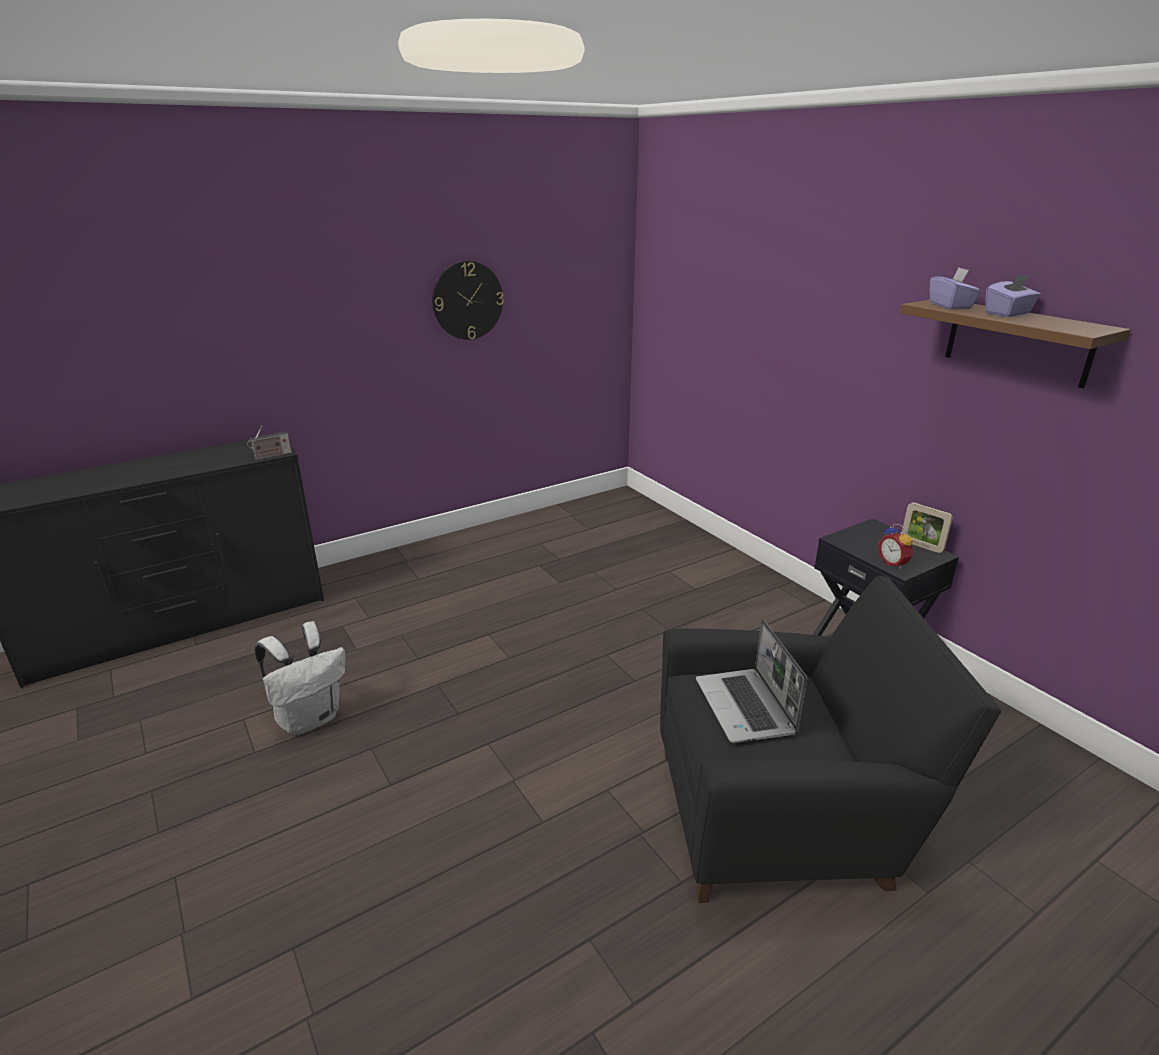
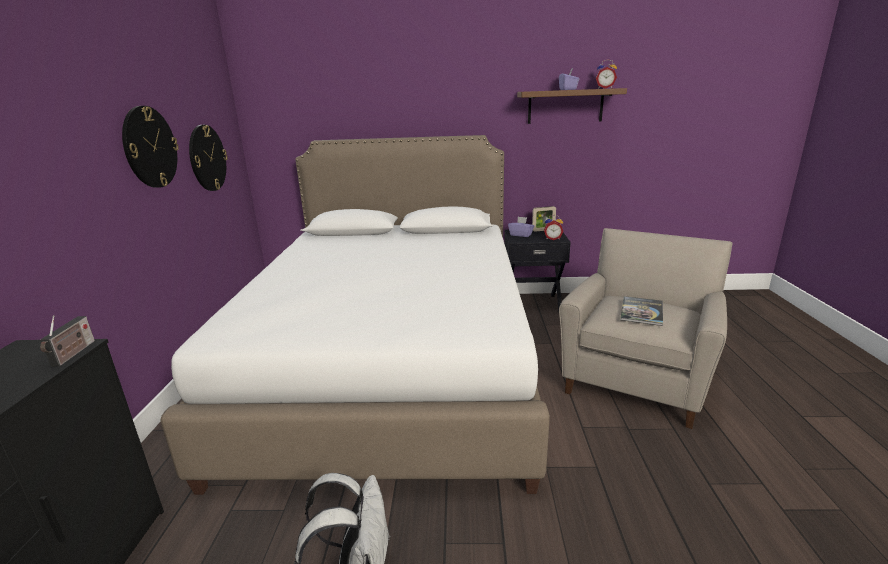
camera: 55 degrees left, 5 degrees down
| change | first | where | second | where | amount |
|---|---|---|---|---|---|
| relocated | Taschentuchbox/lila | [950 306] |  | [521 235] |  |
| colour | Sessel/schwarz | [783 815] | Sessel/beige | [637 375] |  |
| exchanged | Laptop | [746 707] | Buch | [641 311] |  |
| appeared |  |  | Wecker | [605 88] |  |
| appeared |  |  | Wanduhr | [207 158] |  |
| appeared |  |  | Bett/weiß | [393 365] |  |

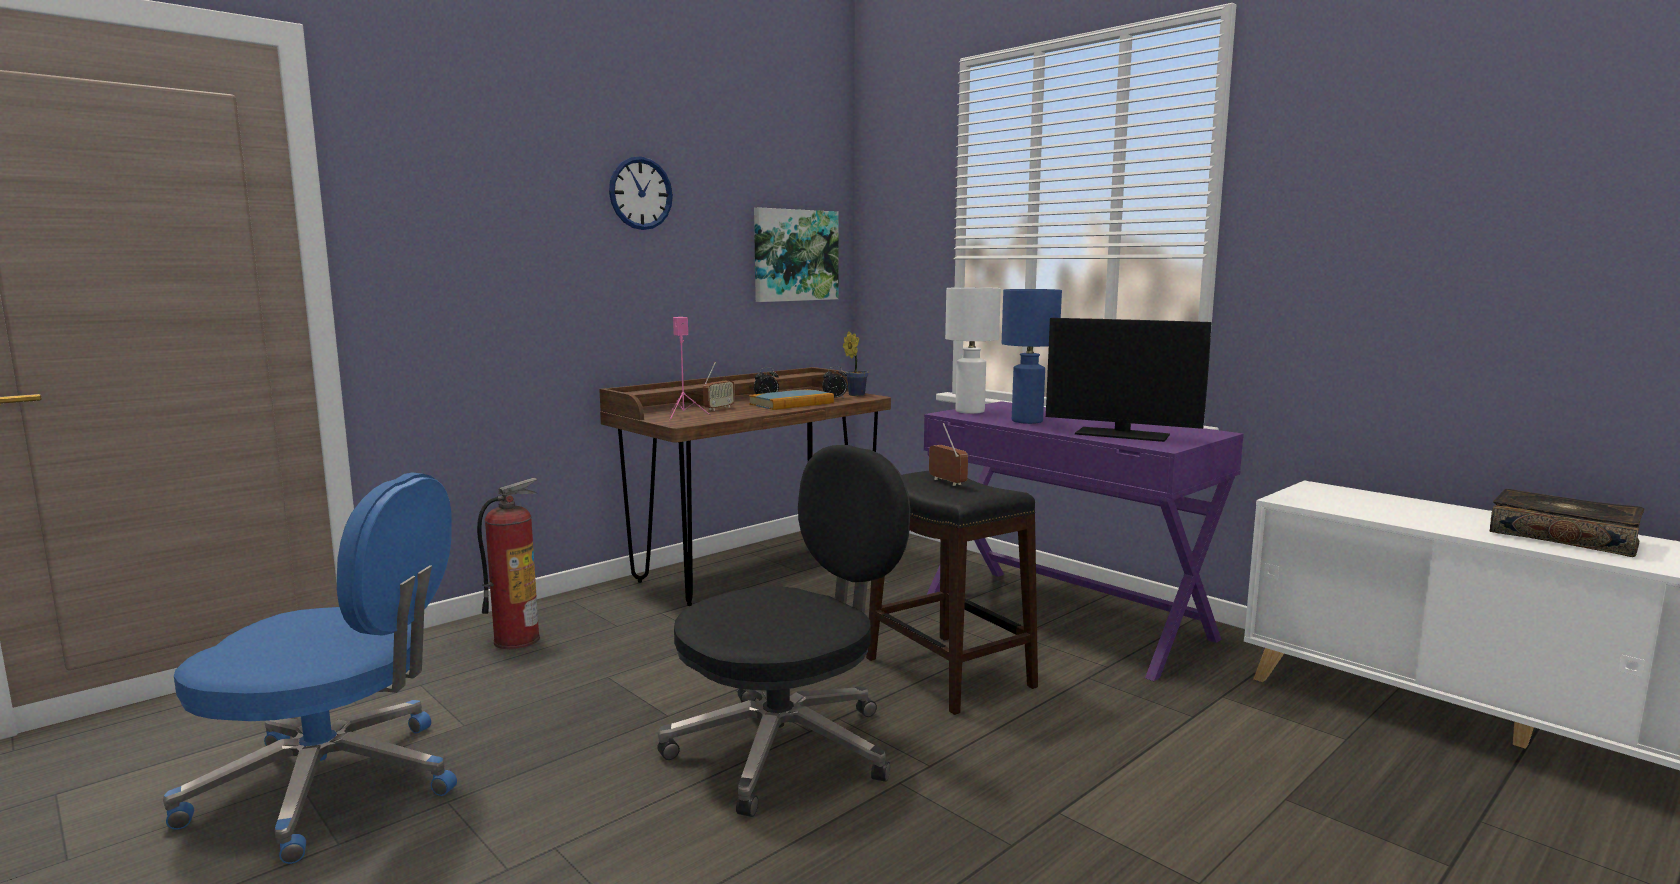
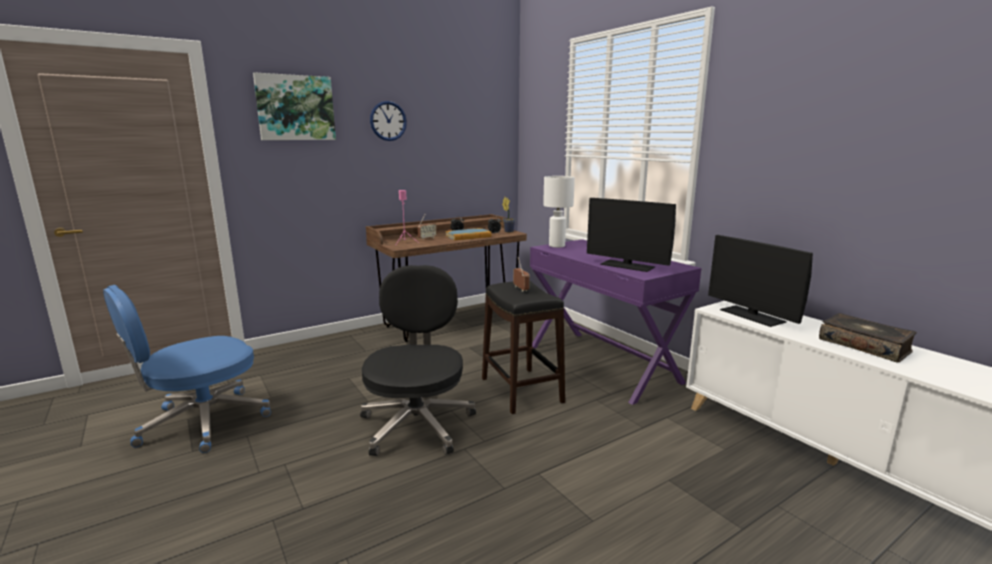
camera: 10 degrees right, 5 degrees up
| change | first | where | second | where | amount |
|---|---|---|---|---|---|
| relocated | Bild | [795 255] |  | [295 108] |  |
| missing | Tischlampe/blau | [1027 421] |  |  |  |
| spun | Bürostuhl/schwarz | [787 747] |  | [417 424] | 60 degrees counterclockwise |
| spun | Bürostuhl/blau | [334 786] |  | [202 422] | 120 degrees clockwise |
| missing | Feuerlöscher | [517 640] |  |  |  |
| appeared |  |  | Monitor | [752 316] |  |

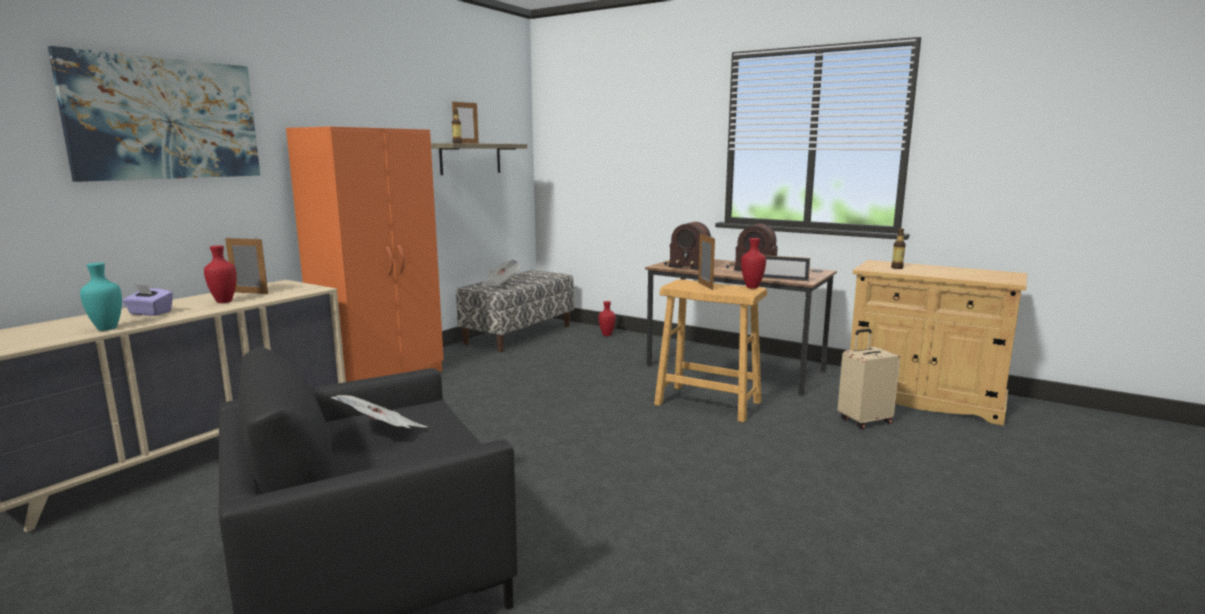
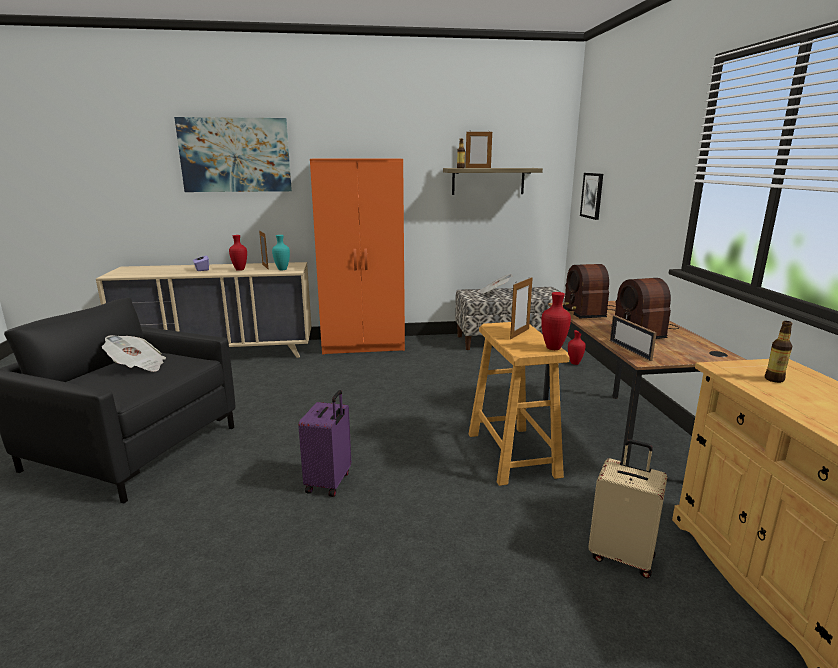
camera: 50 degrees right, 5 degrees up
| change | first | where | second | where | amount |
|---|---|---|---|---|---|
| relocated | Vase/türkis | [108 328] |  | [283 269] |  |
| appeared |  |  | Bild | [592 195] |  |
| appeared |  |  | Koffer/lila | [329 482] |  |

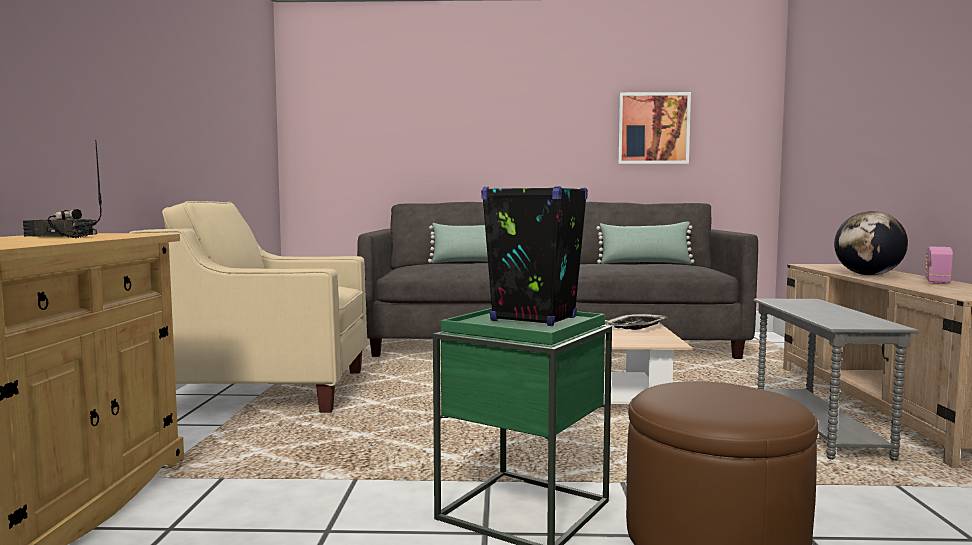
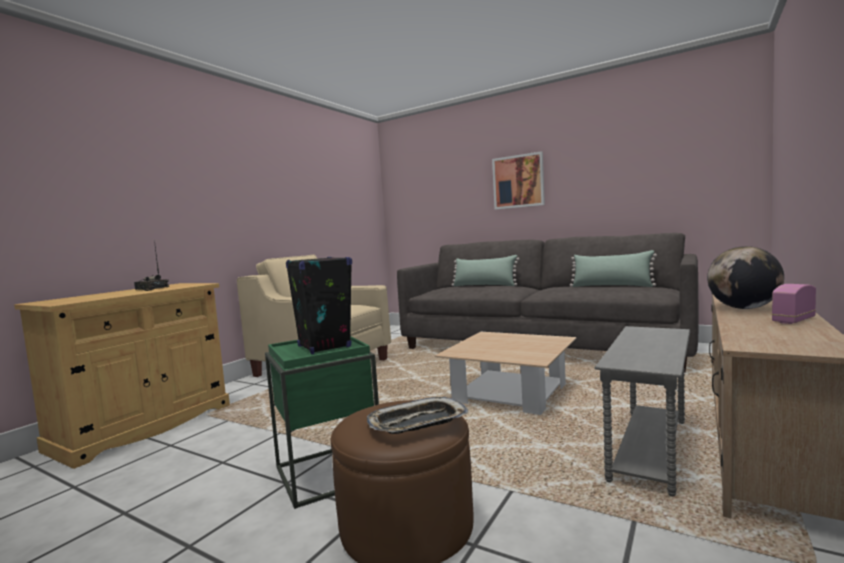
camera: 30 degrees right, 0 degrees up
| change | first | where | second | where | amount |
|---|---|---|---|---|---|
| relocated | Bild | [653 128] |  | [518 181] |  |
| relocated | Tablett | [636 326] |  | [417 423] |  |

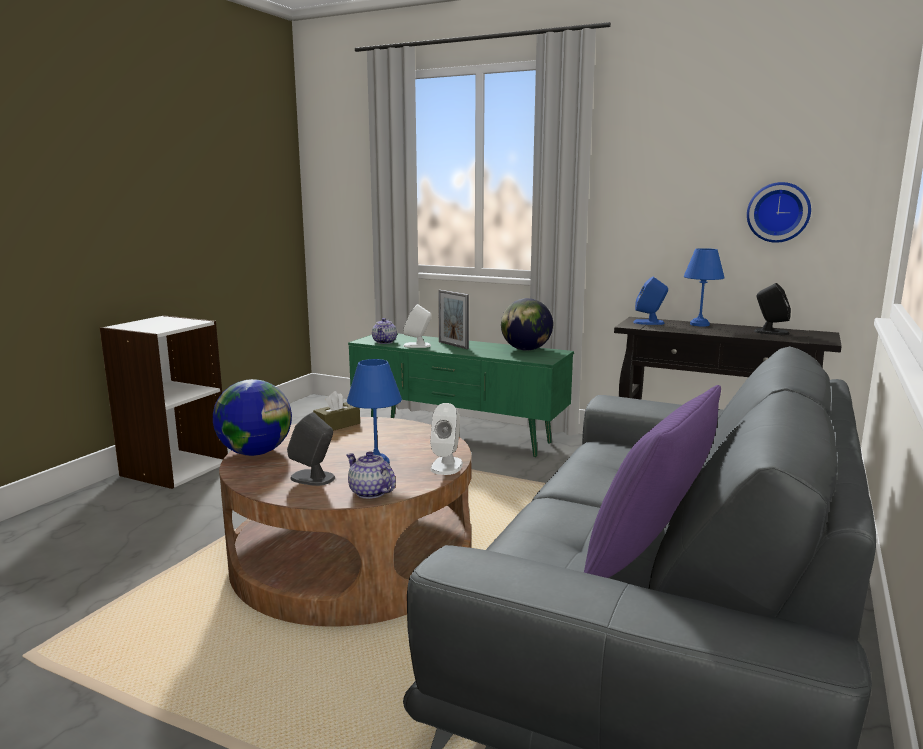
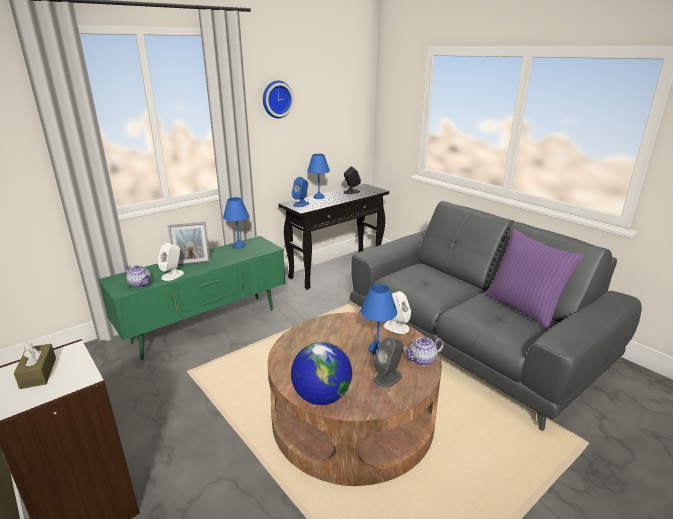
camera: 65 degrees left, 10 degrees up
| change | first | where | second | where | amount |
|---|---|---|---|---|---|
| relocated | Wanduhr | [778 212] |  | [276 99] |  |
| exchanged | Globus | [525 349] | Tischlampe/blau | [239 246] |  |
| relocated | Taschentuchbox/braun | [337 425] |  | [38 373] |  |

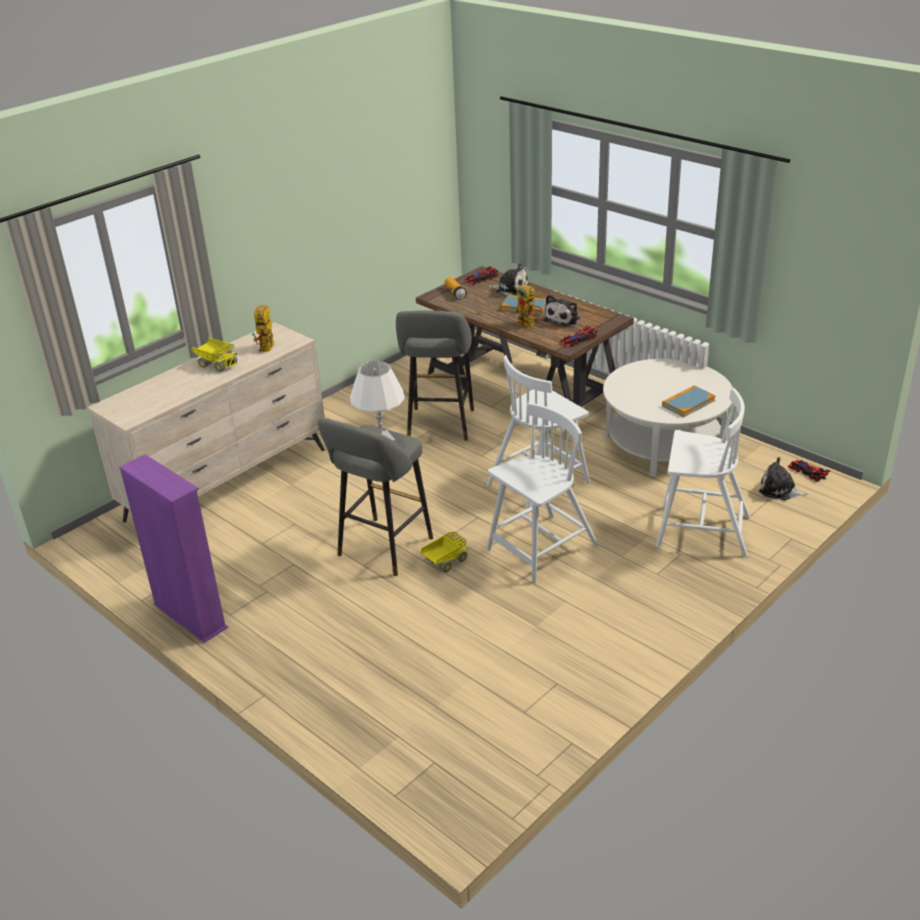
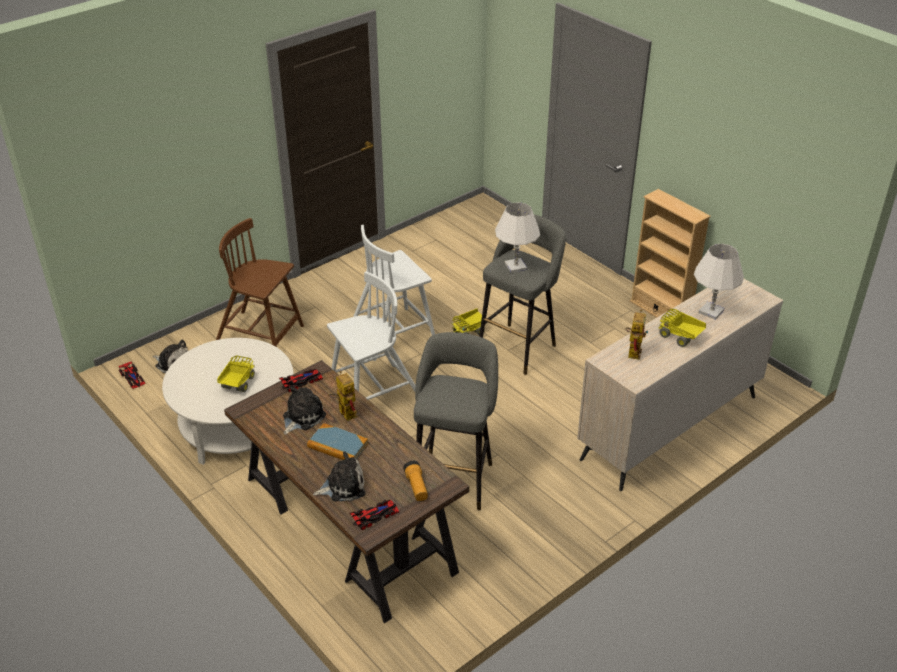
camera: 175 degrees left, 5 degrees up
| change | first | where | second | where | amount |
|---|---|---|---|---|---|
| spun | Plüschtier | [510 288] |  | [343 486] | 135 degrees clockwise |
| missing | Buch | [688 403] |  |  |  |
| colour | Stuhl/weiß | [701 531] | Stuhl/braun | [261 335] |  |
| colour | Bücherregal/lila | [190 616] | Bücherregal/beige | [660 311] |  |
| appeared |  |  | Tischlampe/weiß | [711 311] |  |
| appeared |  |  | Spielzeuglaster | [238 384] |  |

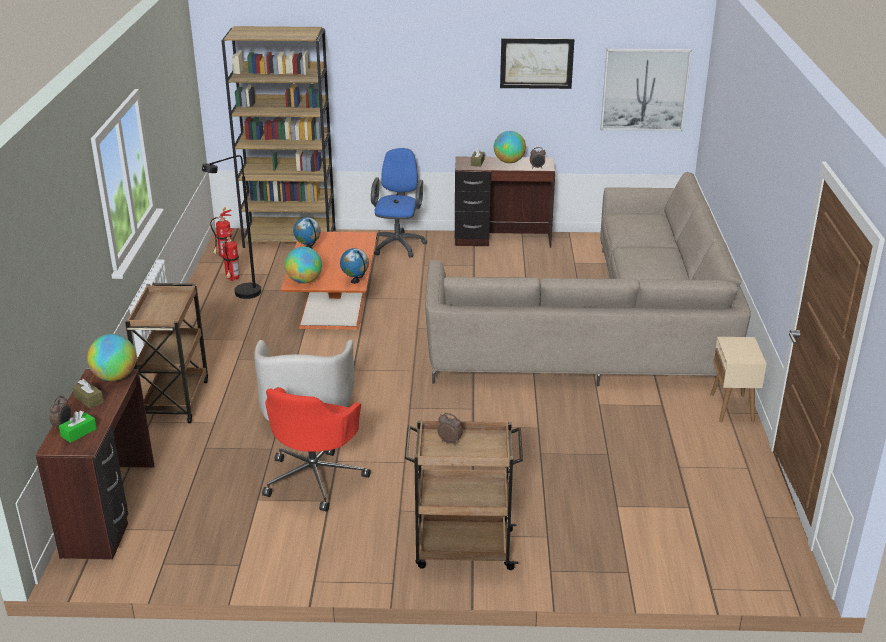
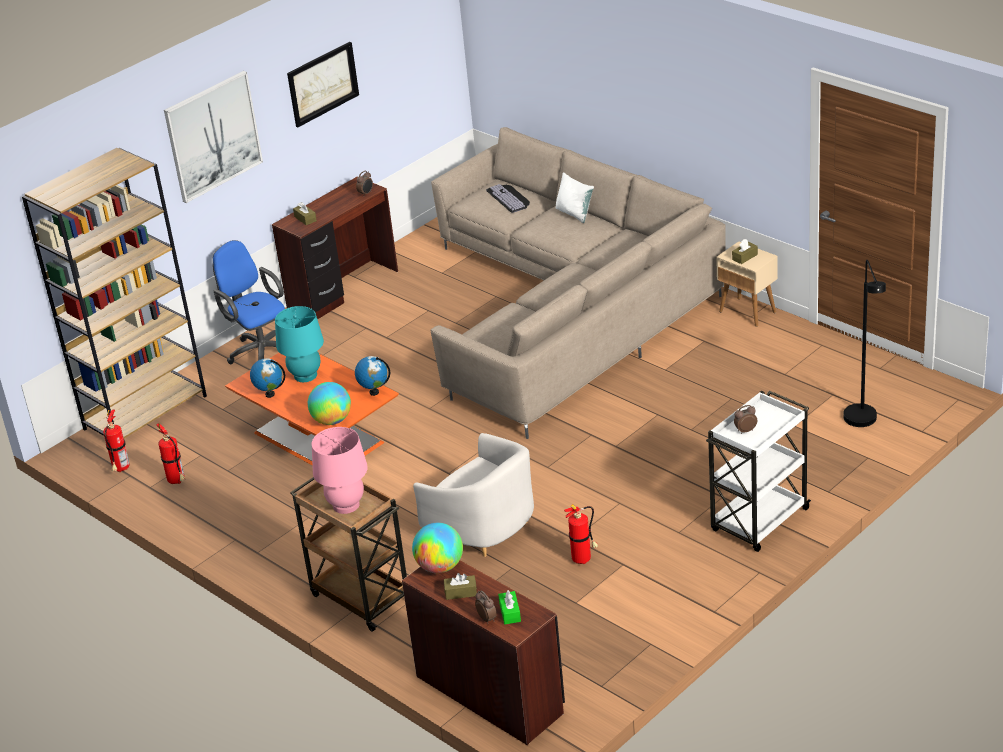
camera: 45 degrees left, 5 degrees up
| change | first | where | second | where | amount |
|---|---|---|---|---|---|
| relocated | Bild | [644 89] |  | [213 136] |  |
| missing | Globus | [509 162] |  |  |  |
| relocated | Stehlampe/schwarz | [242 295] |  | [863 423] |  |
| exchanged | Bürostuhl/rot | [315 478] | Feuerlöscher | [583 559] |  |
| colour | Rollwagen/braun | [462 549] | Rollwagen/weiß | [759 521] |  |
| appeared |  |  | Kissen/weiß | [574 214] |  |
| appeared |  |  | Tastatur | [510 198] |  |
| appeared |  |  | Taschentuchbox/braun | [744 257] |  |
| appeared |  |  | Tischlampe/türkis | [305 375] |  |
| appeared |  |  | Tischlampe/rosa | [346 505] |  |

